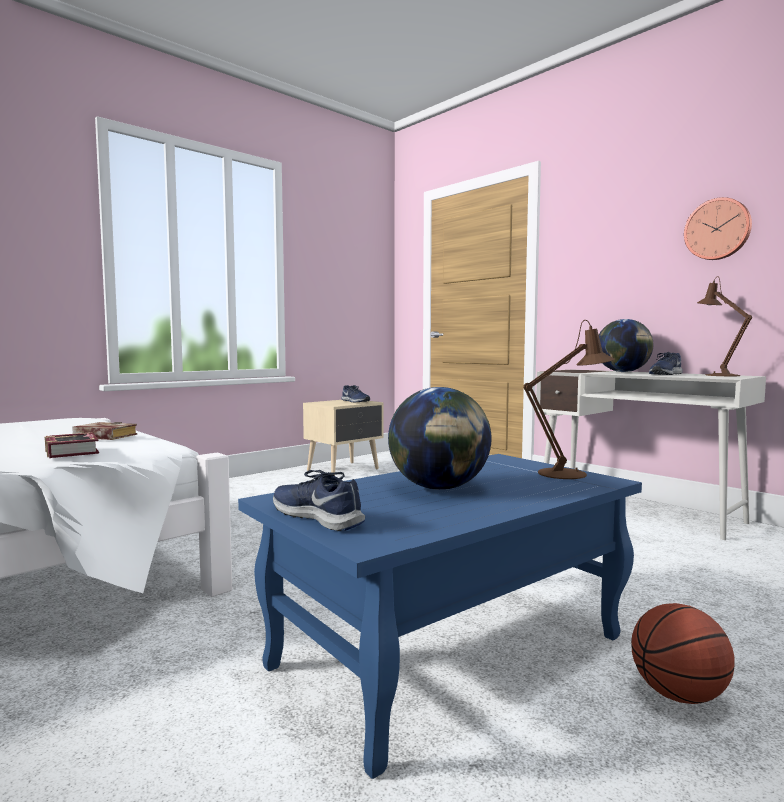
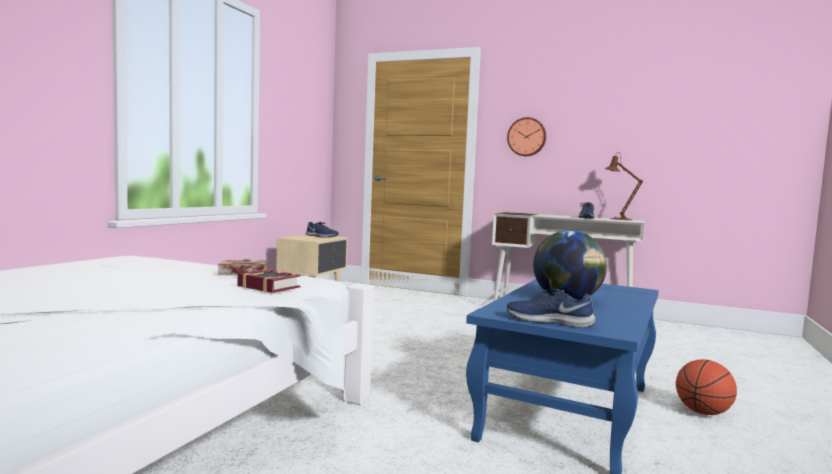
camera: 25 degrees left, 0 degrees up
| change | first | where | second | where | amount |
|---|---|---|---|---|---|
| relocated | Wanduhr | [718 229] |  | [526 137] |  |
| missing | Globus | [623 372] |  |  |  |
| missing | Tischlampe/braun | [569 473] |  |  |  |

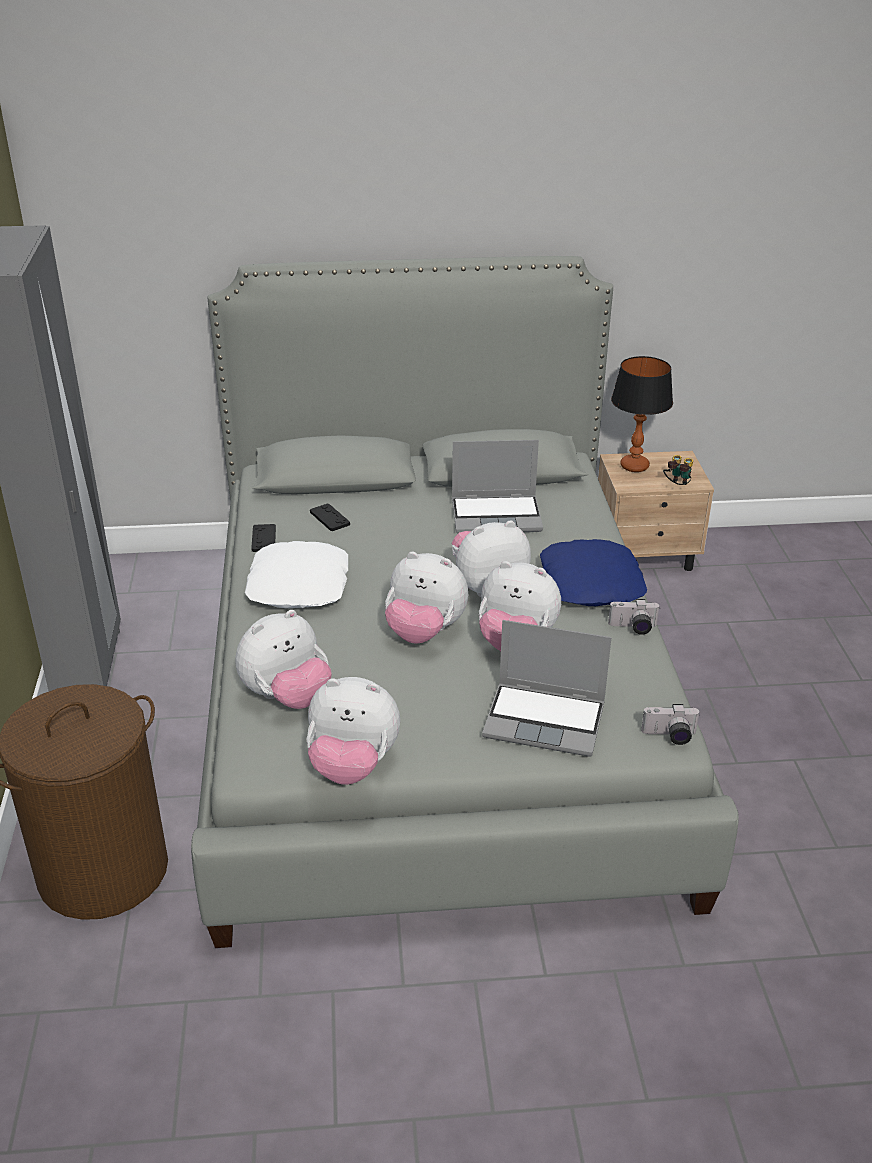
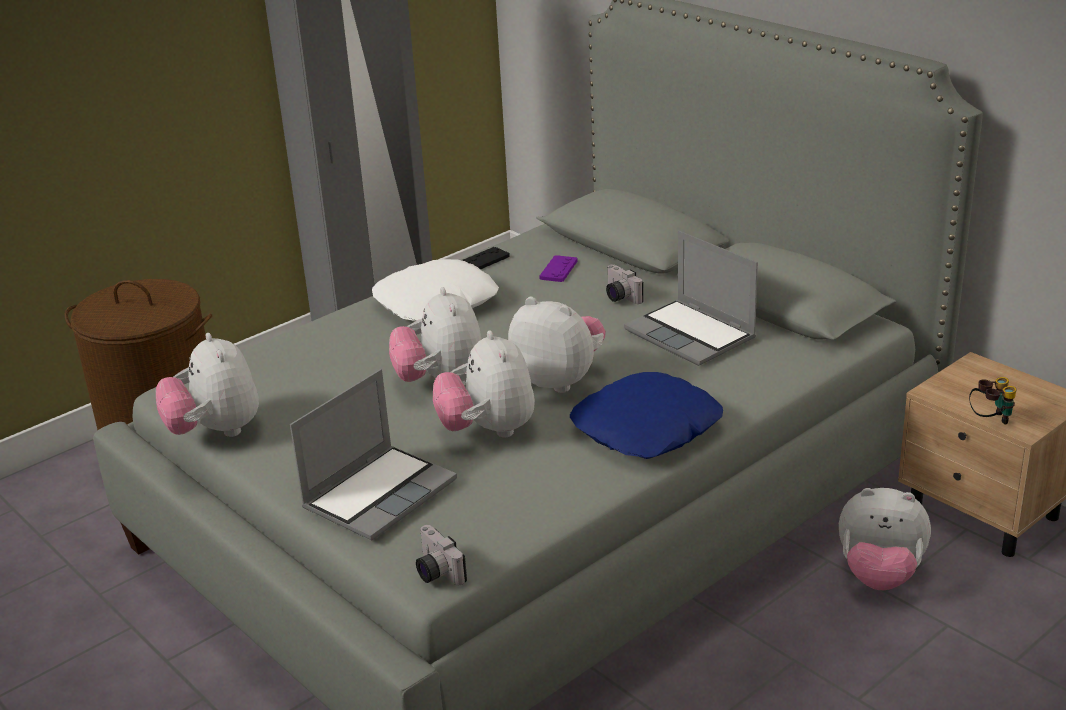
camera: 55 degrees right, 5 degrees down
| change | first | where | second | where | amount |
|---|---|---|---|---|---|
| missing | Tischlampe | [634 466] |  |  |  |
| colour | Gamepad/schwarz | [329 518] | Gamepad/lila | [558 270] |  |
| relocated | Kamera | [633 628] |  | [619 297] |  |
| relocated | Plüschtier | [287 697] |  | [879 575] |  |
| spun | Laptop | [546 720] |  | [380 493] | 120 degrees counterclockwise |

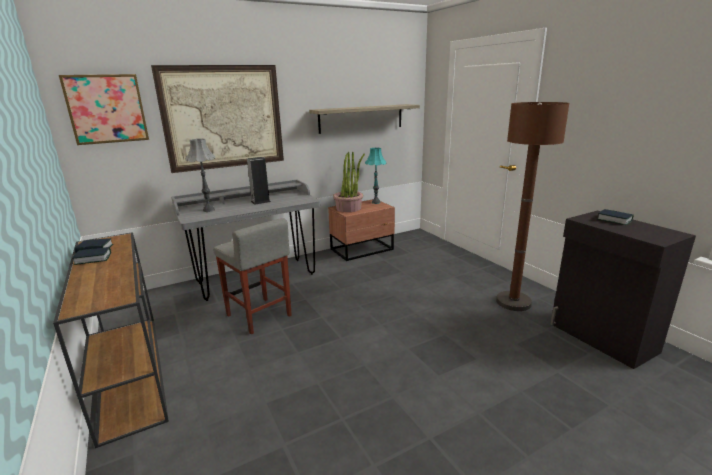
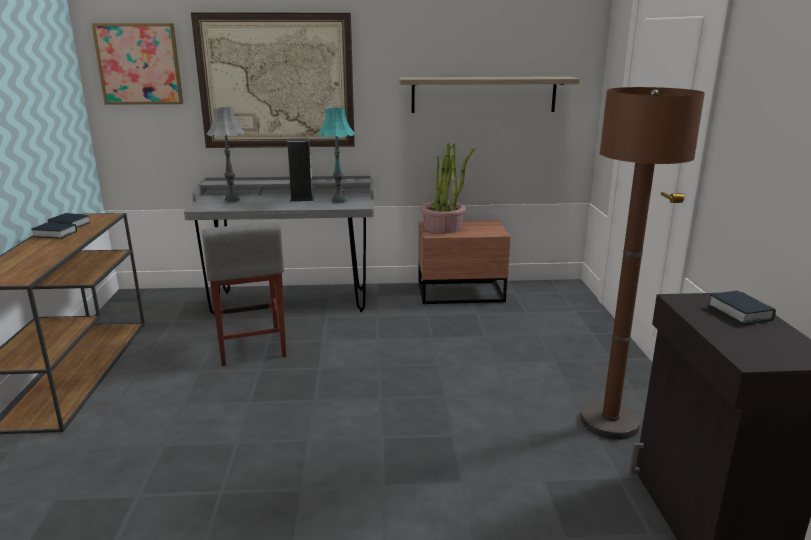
camera: 25 degrees right, 0 degrees up
| change | first | where | second | where | amount |
|---|---|---|---|---|---|
| relocated | Tischlampe/türkis | [376 202] |  | [339 201] |  |

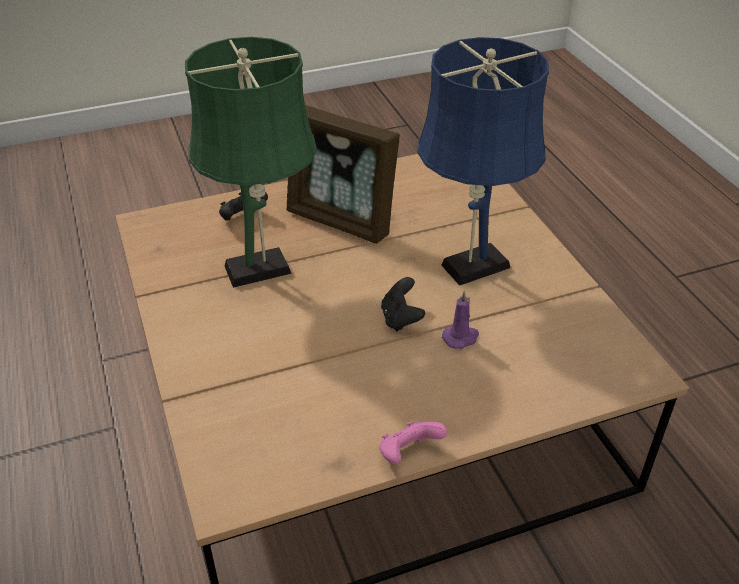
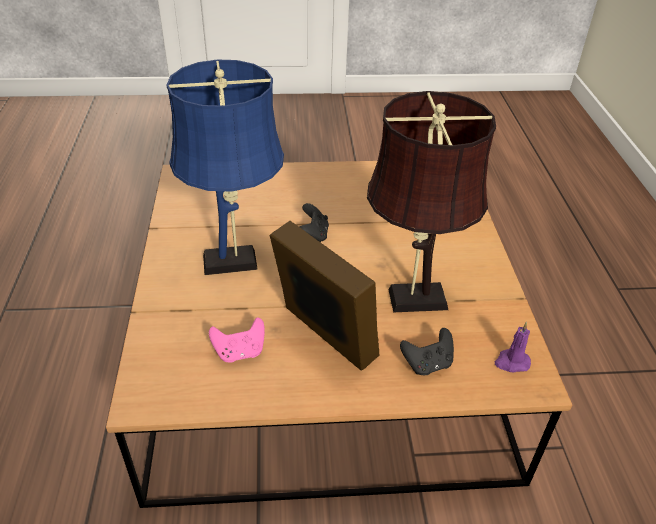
camera: 165 degrees left, 0 degrees up
| change | first | where | second | where | amount |
|---|---|---|---|---|---|
| colour | Tischlampe/grün | [264 268] | Tischlampe/braun | [411 299] |  |
| relocated | Kerze/lila | [461 337] |  | [511 362] |  |
| relocated | Gamepad/rosa | [408 454] |  | [240 352] |  |

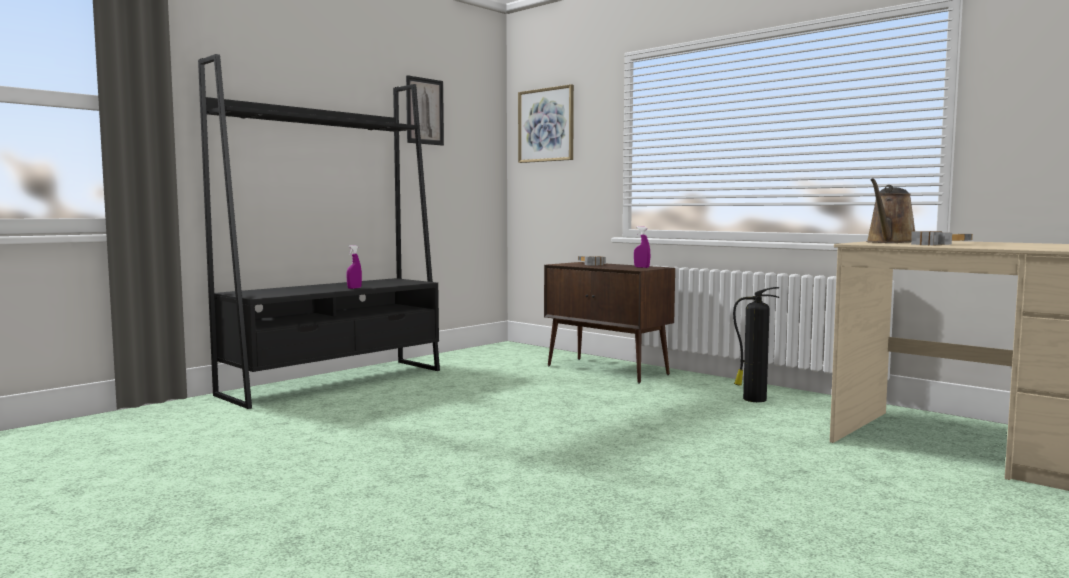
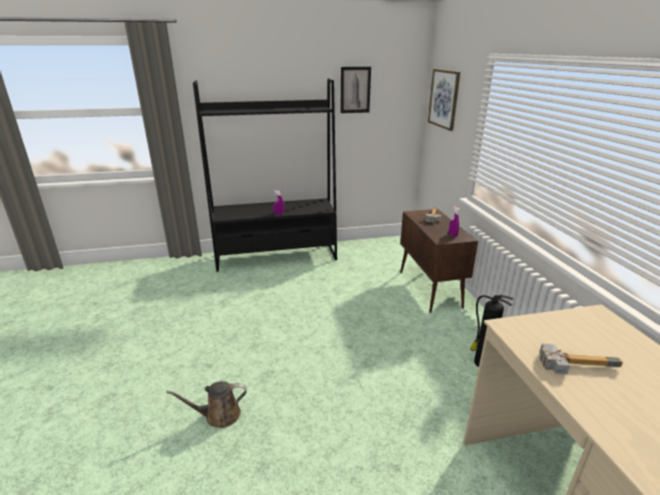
camera: 35 degrees right, 20 degrees up
| change | first | where | second | where | amount |
|---|---|---|---|---|---|
| relocated | Gießkanne/braun | [890 242] |  | [219 415] |  |

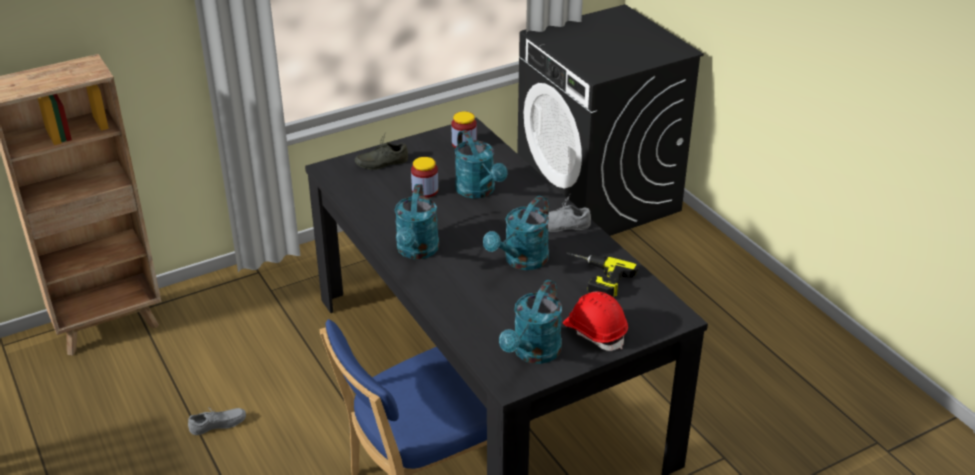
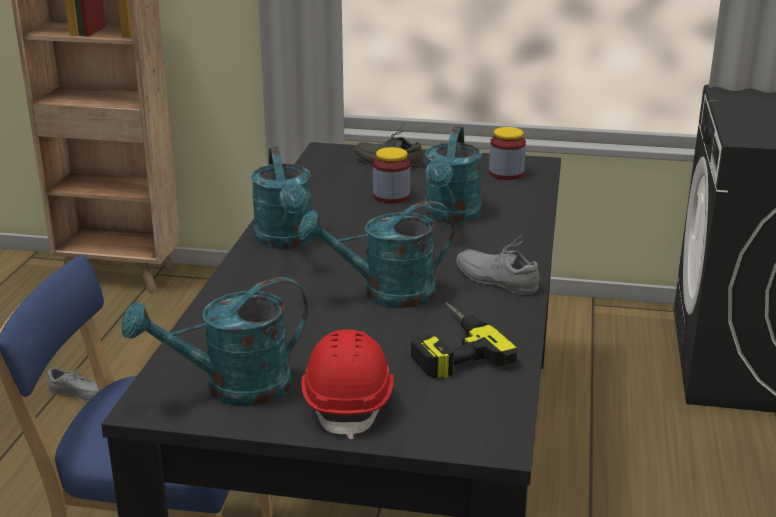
camera: 40 degrees right, 10 degrees down
| change | first | where | second | where | amount |
|---|---|---|---|---|---|
| spun | Gießkanne/türkis | [416 251] |  | [287 241] | 60 degrees counterclockwise |

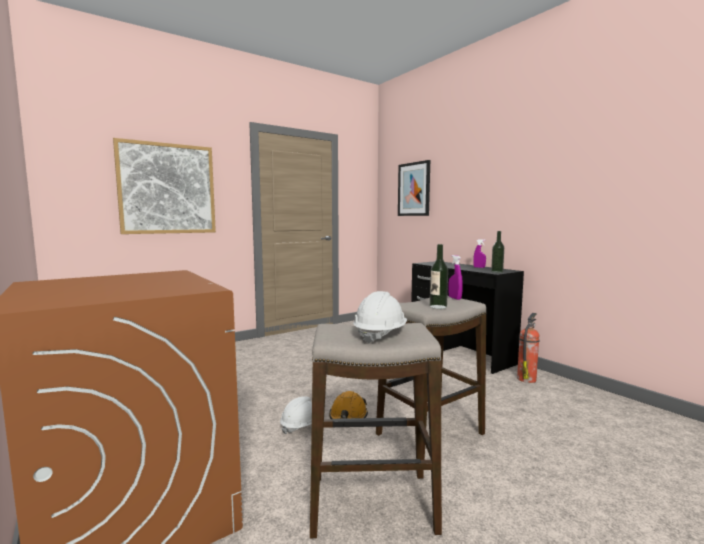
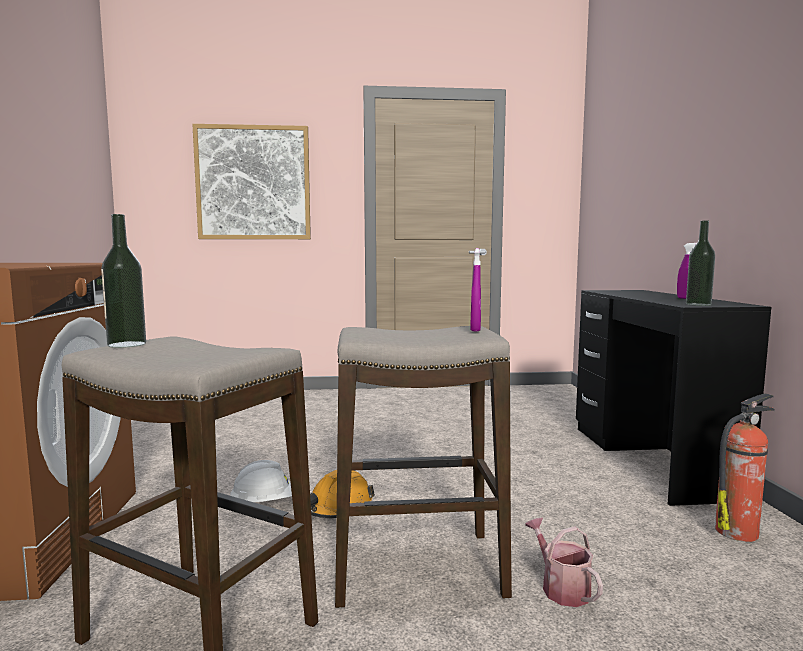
camera: 30 degrees right, 0 degrees up
| change | first | where | second | where | amount |
|---|---|---|---|---|---|
| missing | Bild | [414 189] |  |  |  |
| relocated | Flasche | [438 307] |  | [126 344] |  |
| missing | Schutzhelm/weiß | [380 335] |  |  |  |
| appeared |  |  | Gießkanne | [561 587] |  |

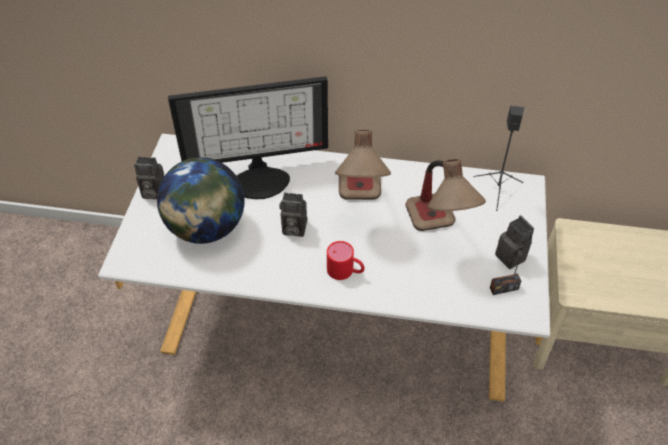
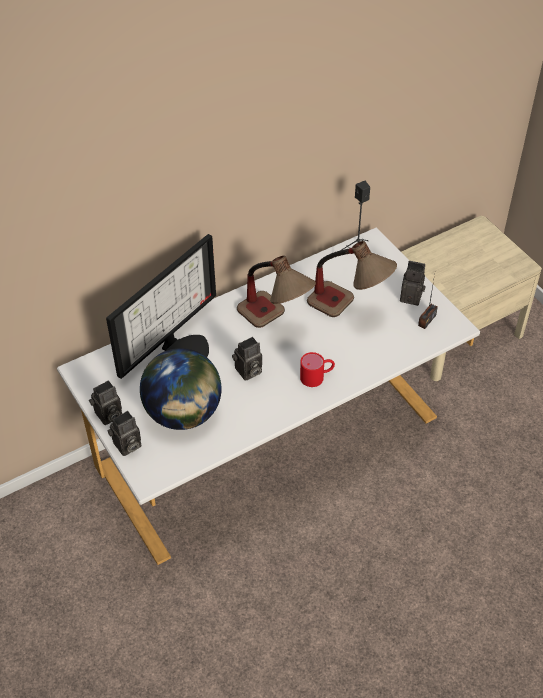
camera: 40 degrees left, 0 degrees up
| change | first | where | second | where | amount |
|---|---|---|---|---|---|
| appeared |  |  | Kamera | [127 446] |  |

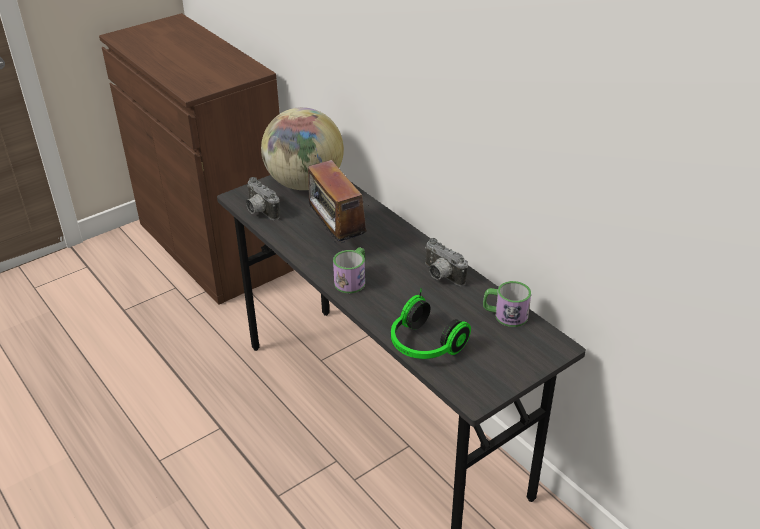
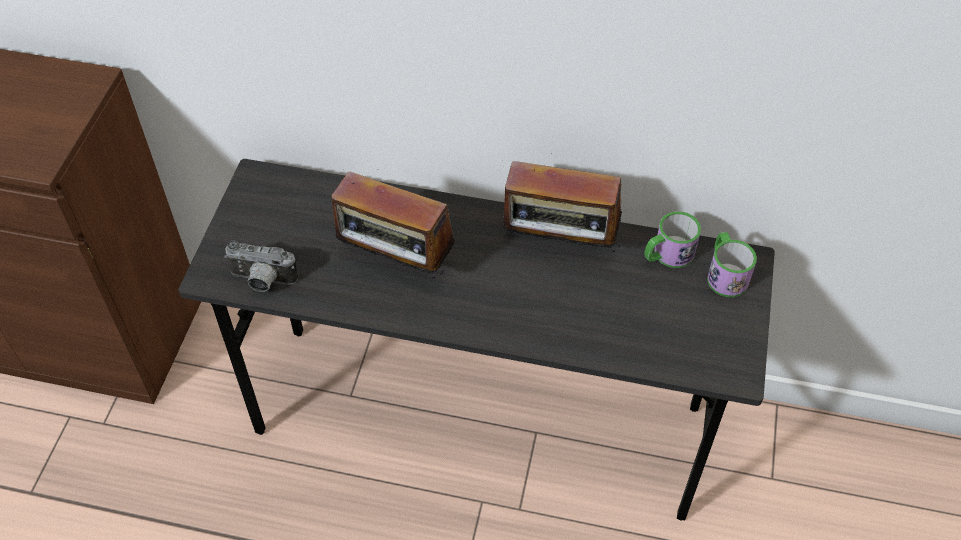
camera: 40 degrees left, 15 degrees up
| change | first | where | second | where | amount |
|---|---|---|---|---|---|
| missing | Globus | [304 183] |  |  |  |
| exchanged | Kamera | [441 276] | Radio | [559 245] |  |
| relocated | Henkelbecher | [352 280] |  | [725 274] |  |
| missing | Kopfhörer | [424 345] |  |  |  |

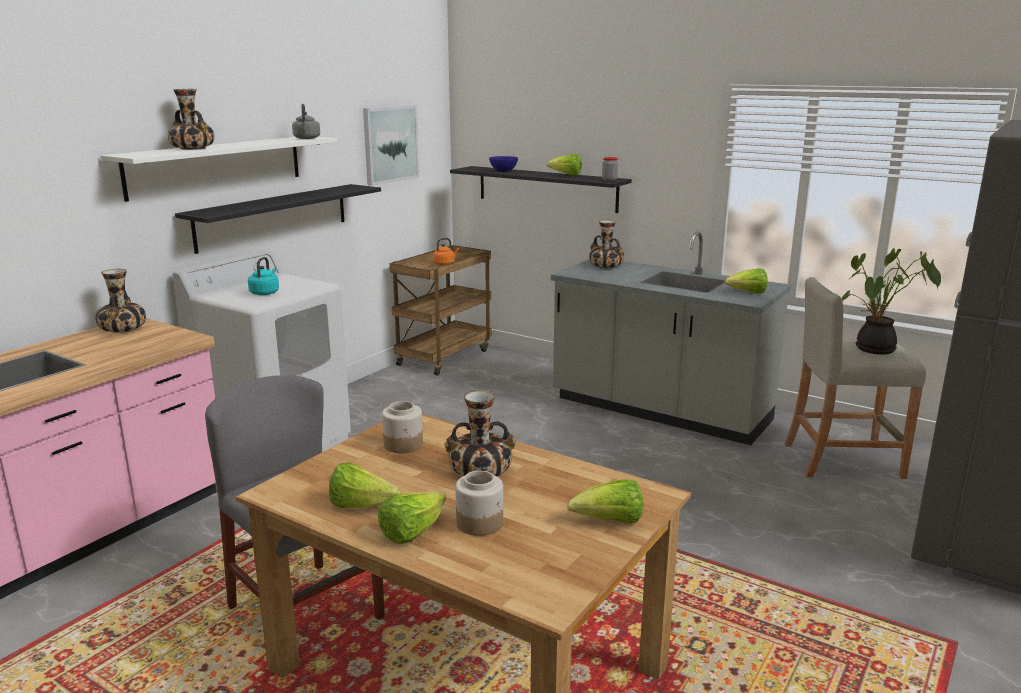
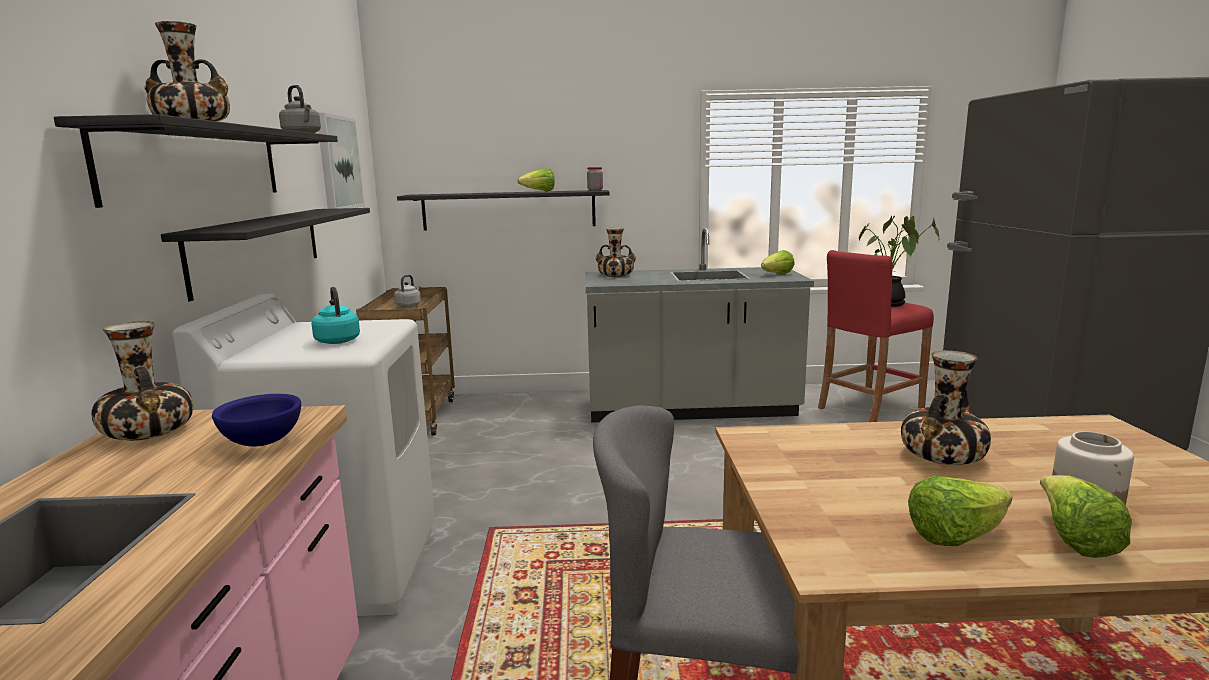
camera: 35 degrees left, 5 degrees down
| change | first | where | second | where | amount |
|---|---|---|---|---|---|
| colour | Wandregal/weiß | [217 166] | Wandregal/schwarz | [199 164] |  |
| relocated | Schüssel/blau | [503 171] |  | [261 442] |  |
| colour | Wasserkessel/orange | [445 264] | Wasserkessel/grau | [409 305] |  |
| colour | Hocker/beige | [842 460] | Hocker/rot | [870 408] |  |
| missing | Vorratsglas | [403 445] |  |  |  |
| missing | Salatkopf | [610 522] |  |  |  |

